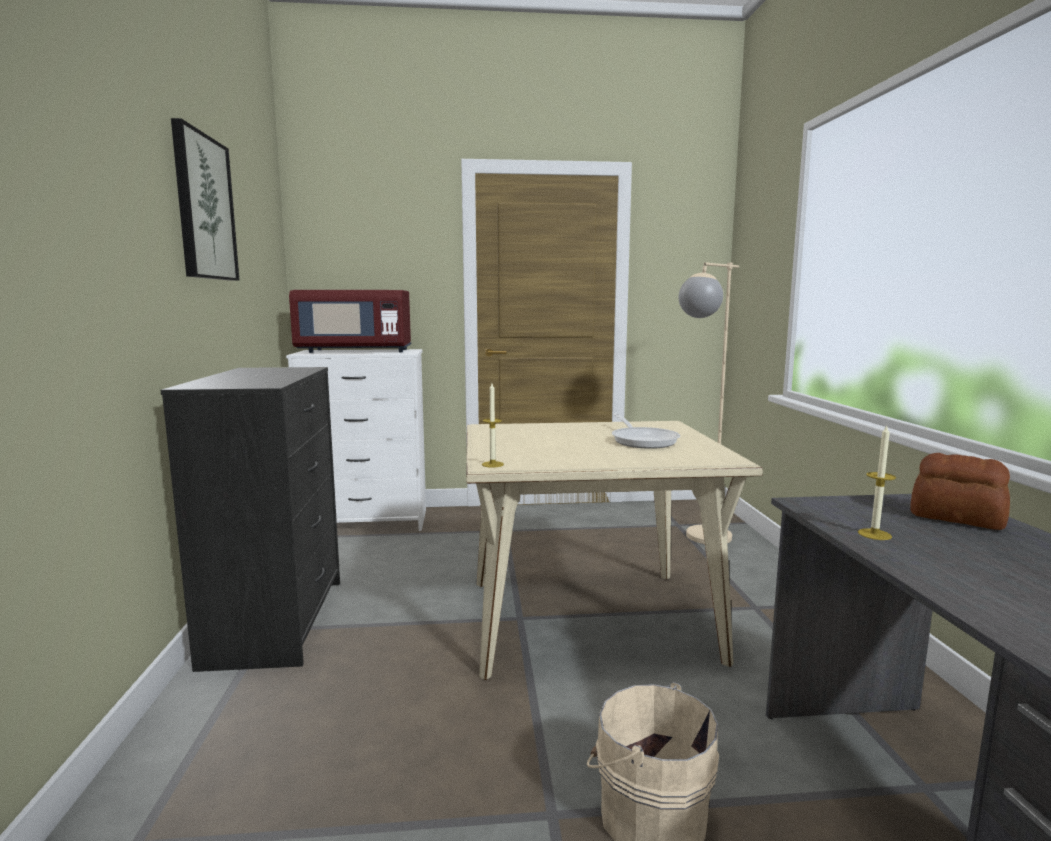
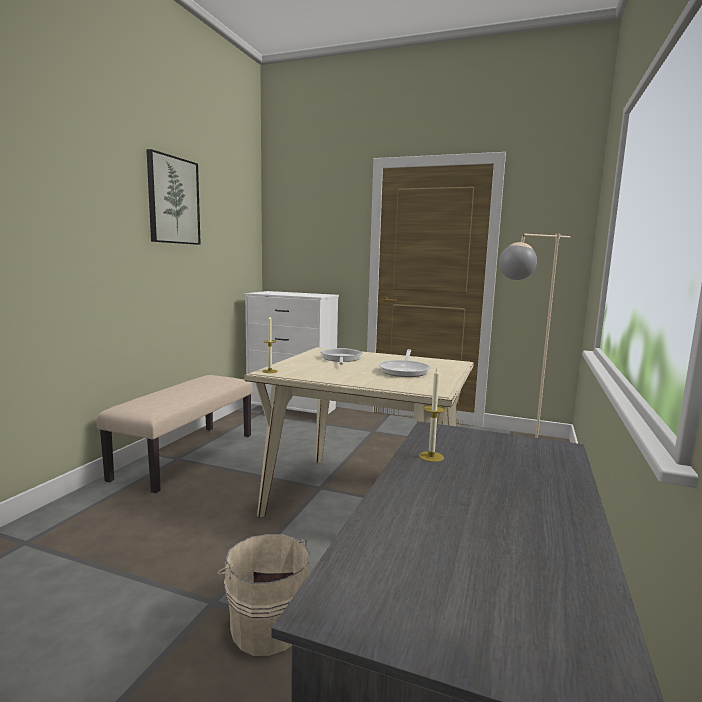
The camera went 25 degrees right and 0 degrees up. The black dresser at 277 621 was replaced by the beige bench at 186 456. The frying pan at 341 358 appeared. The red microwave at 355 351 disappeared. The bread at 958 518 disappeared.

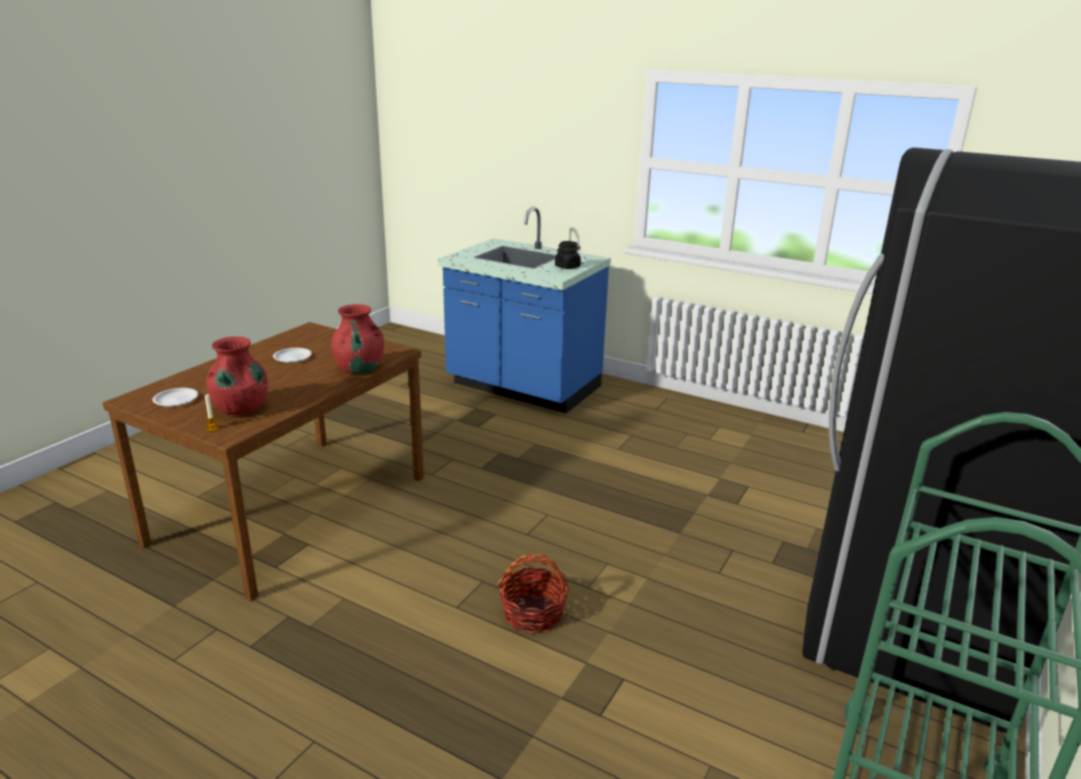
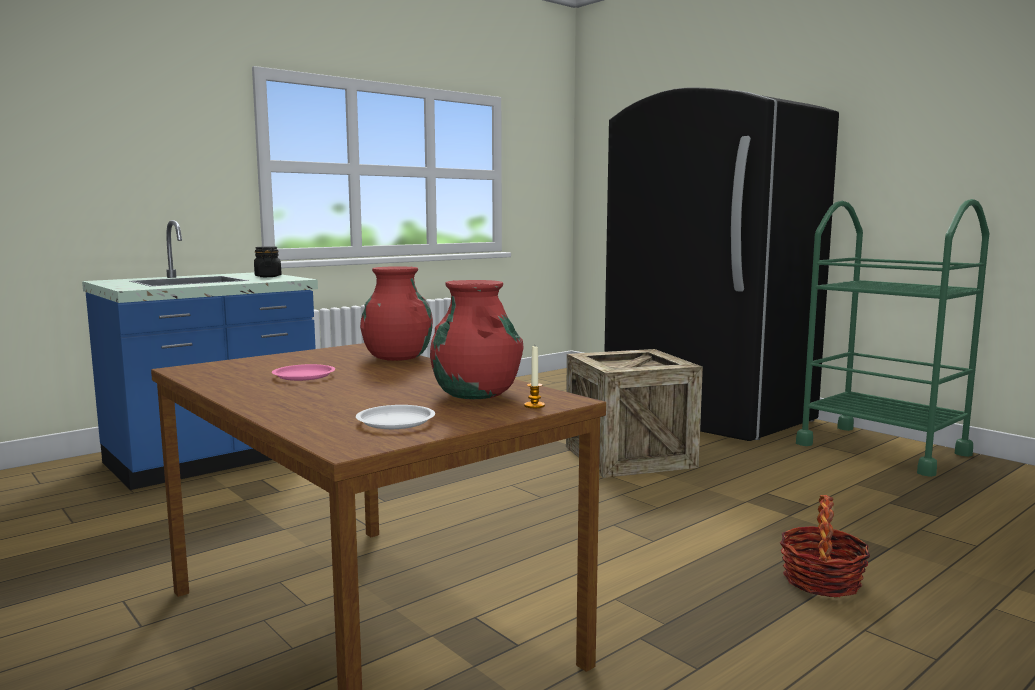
The camera went 70 degrees left and 15 degrees down. The white plate at 292 358 became the pink plate at 304 376. The crate at 629 457 appeared. The basket moved from 533 614 to 821 580.

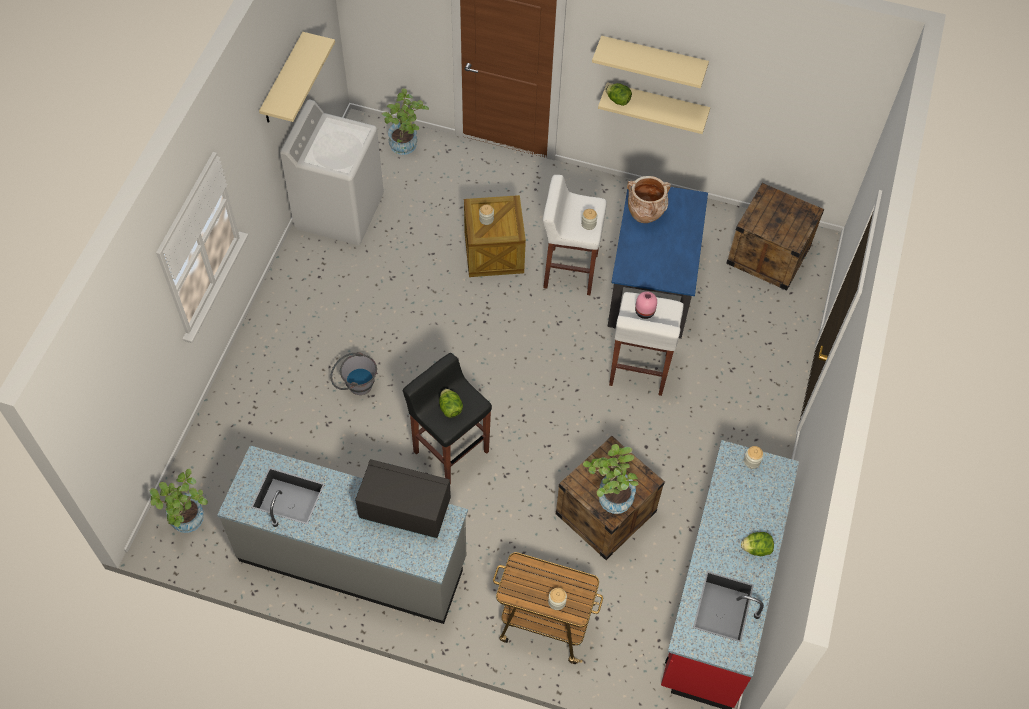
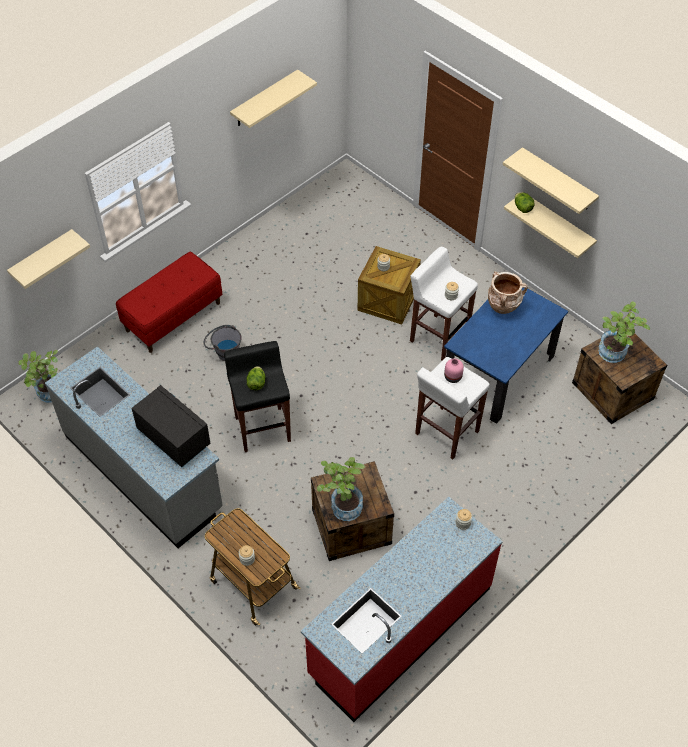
The camera went 30 degrees right and 5 degrees down. The beige shelf at 42 257 appeared. The red bench at 173 316 appeared. The potted plant moved from 406 146 to 614 355. The white washing machine at 340 211 disappeared. The lettuce at 756 548 disappeared.

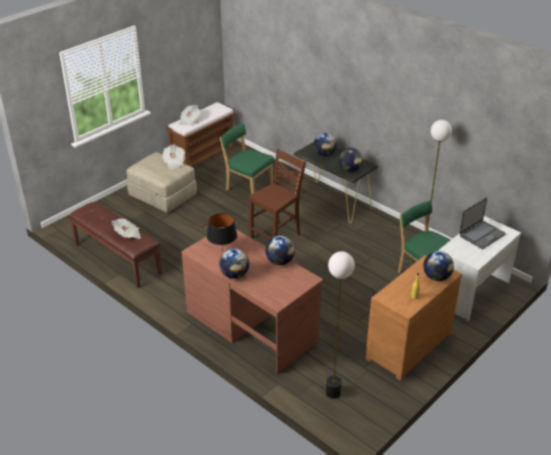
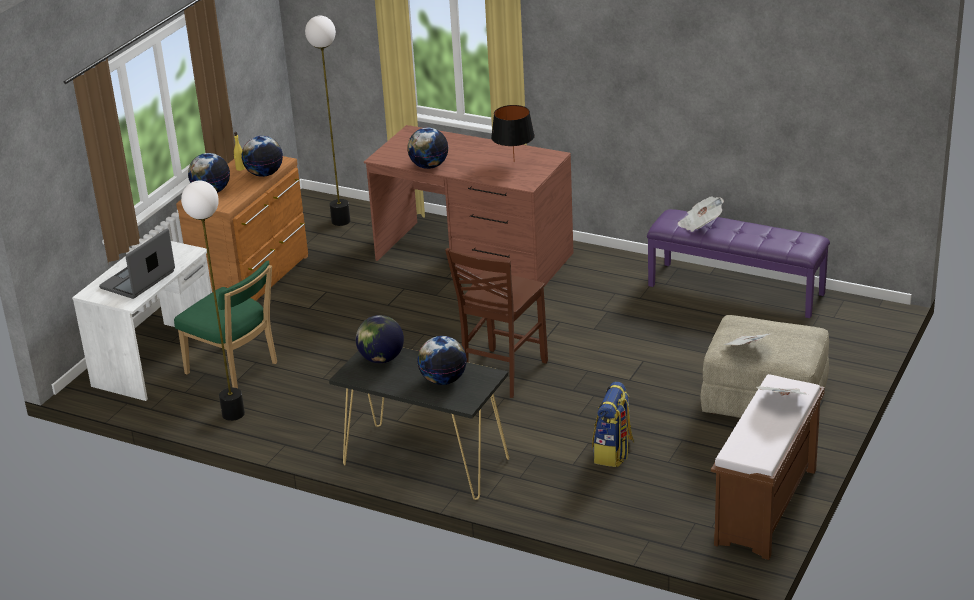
The camera went 165 degrees right and 5 degrees down. The globe moved from 234 275 to 264 174. The green chair at 247 187 was replaced by the backpack at 613 453. The brown bench at 116 258 became the purple bench at 736 289.

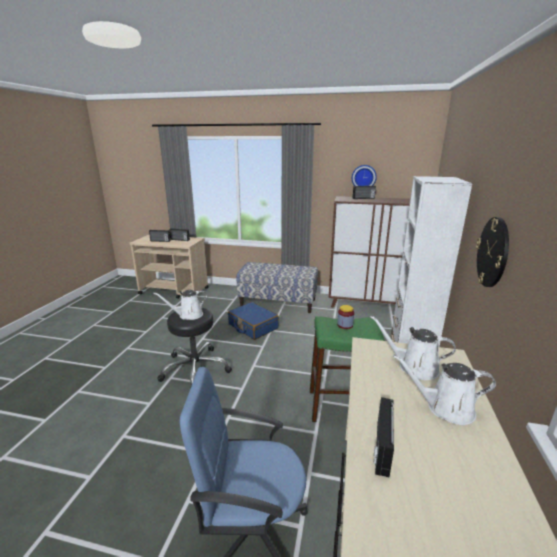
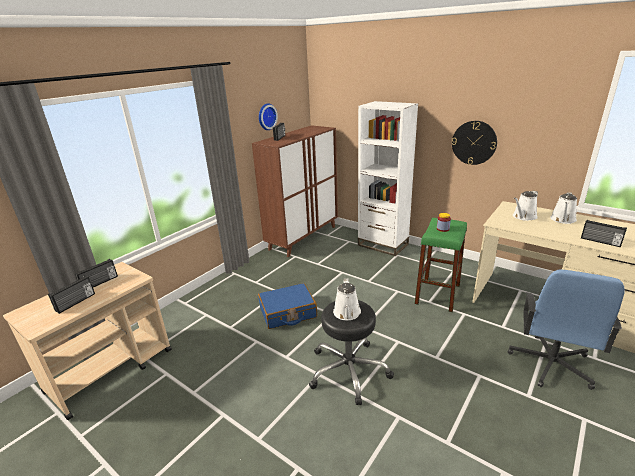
The camera went 65 degrees left and 5 degrees up. The bench at 278 302 disappeared.

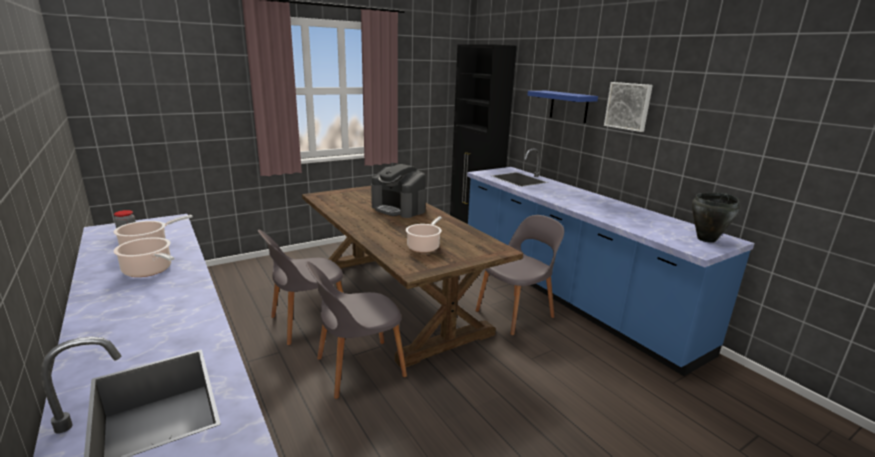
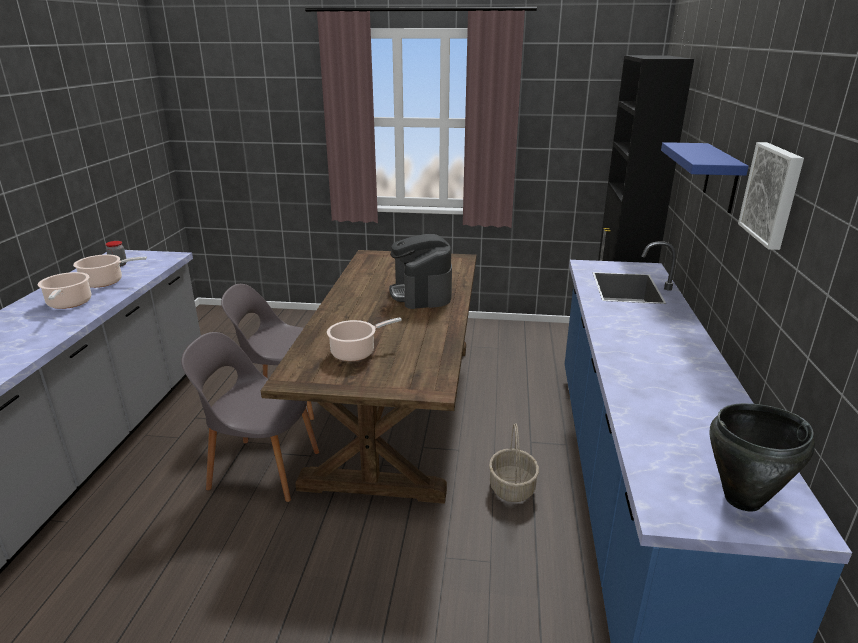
The camera went 40 degrees right and 5 degrees up. The grey chair at 516 313 was replaced by the basket at 512 488.

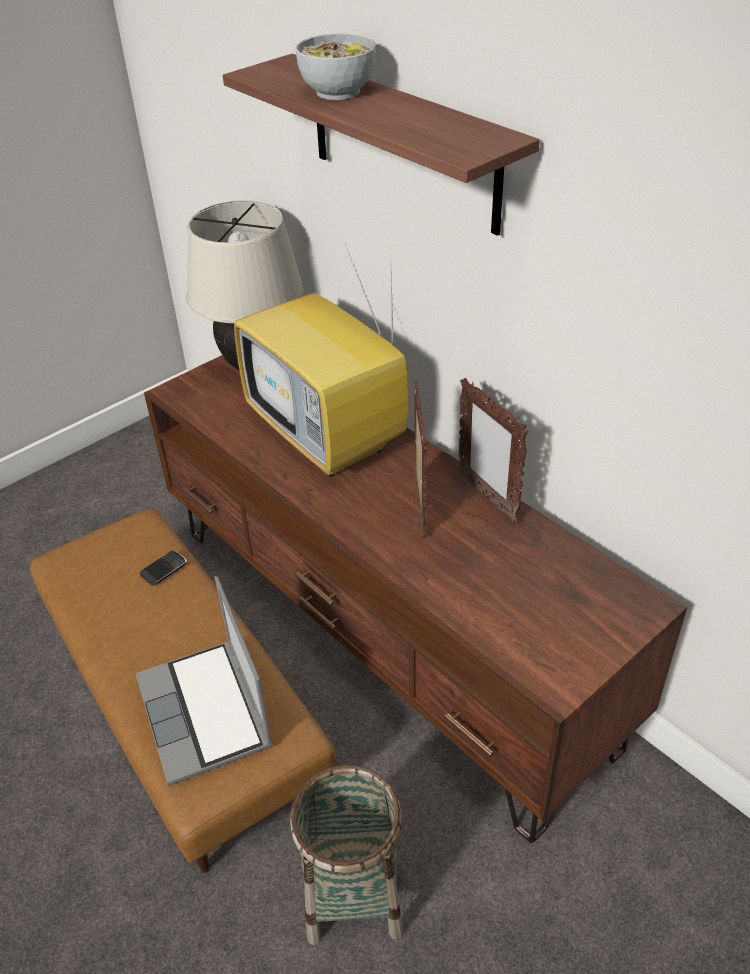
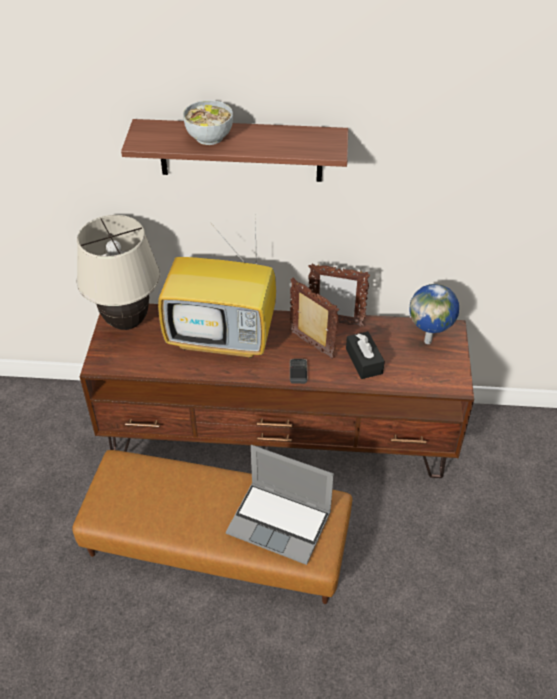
The camera went 45 degrees left and 5 degrees up. The phone moved from 164 570 to 298 372. The black tissue box at 364 361 appeared. The globe at 428 341 appeared. The basket at 354 895 disappeared.

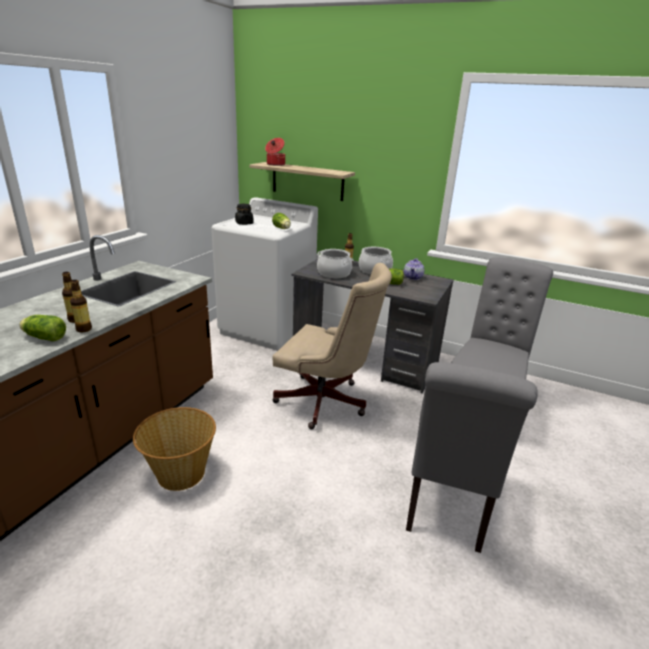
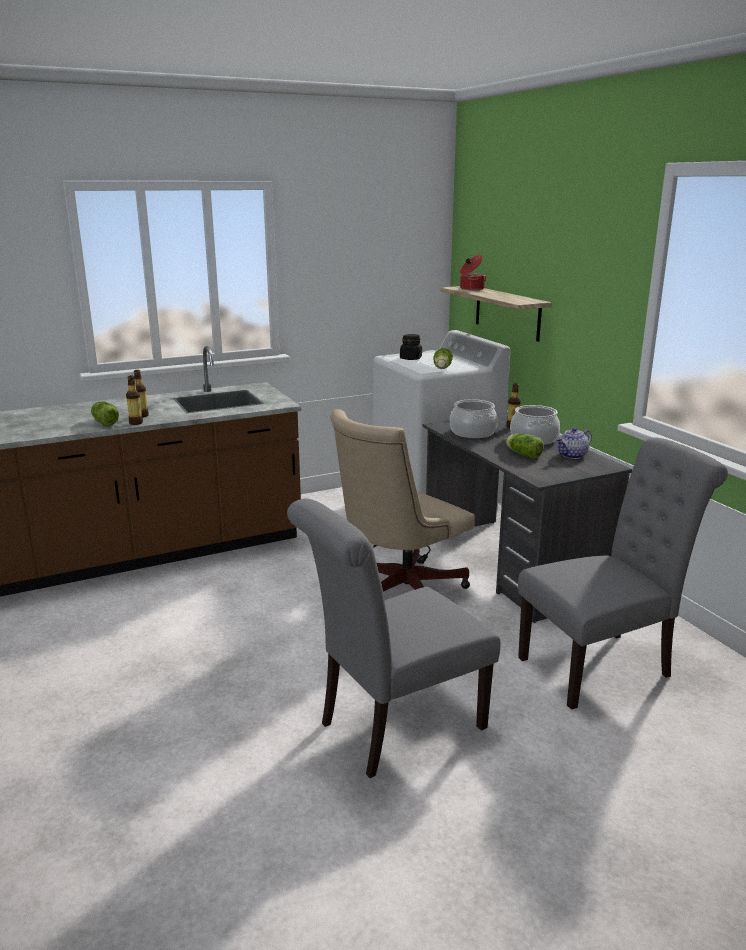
The camera went 40 degrees right and 5 degrees down. The beige office chair at 326 403 turned 75 degrees clockwise. The basket at 180 473 disappeared.

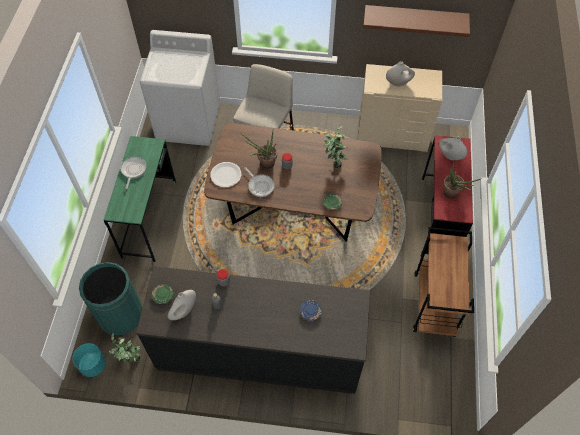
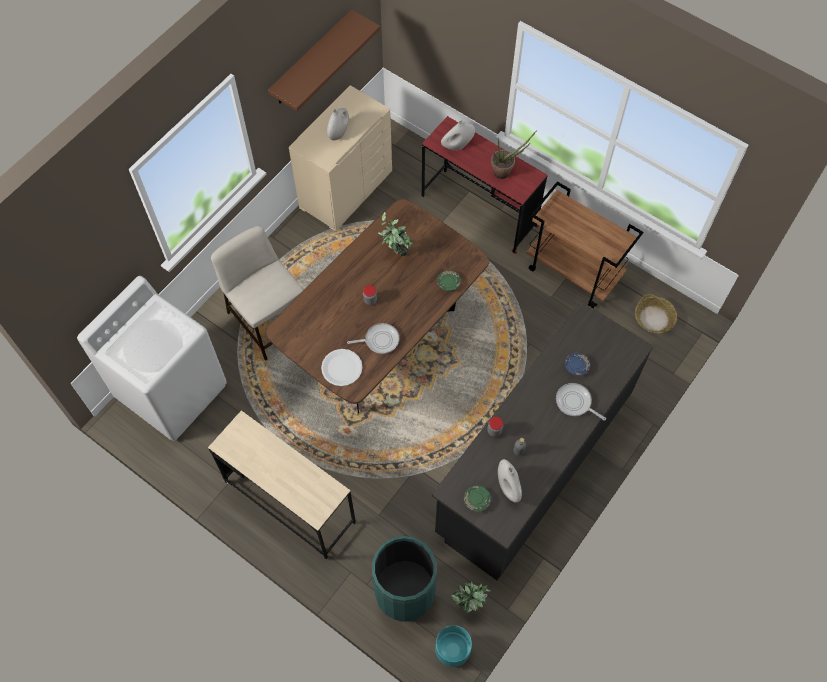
The camera went 60 degrees left and 5 degrees up. The green desk at 149 218 became the beige desk at 289 502. The frying pan moved from 133 170 to 575 402. The basket at 654 318 appeared. The potted plant at 264 163 disappeared.

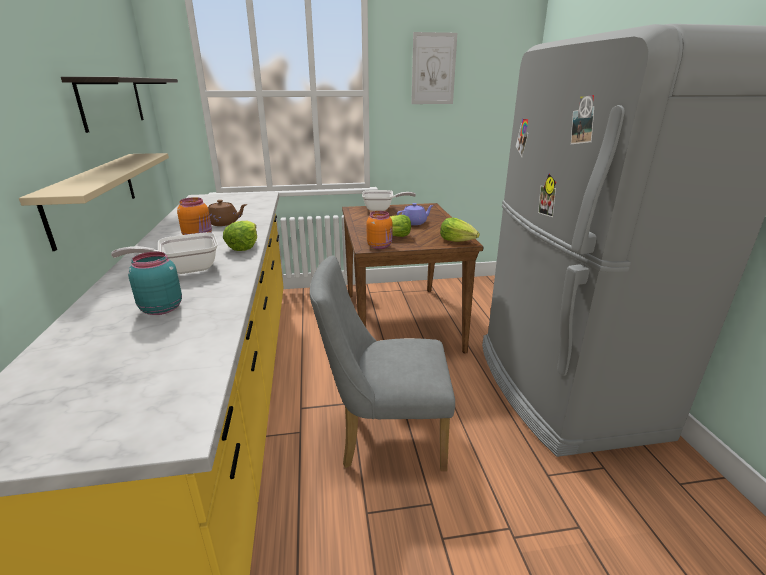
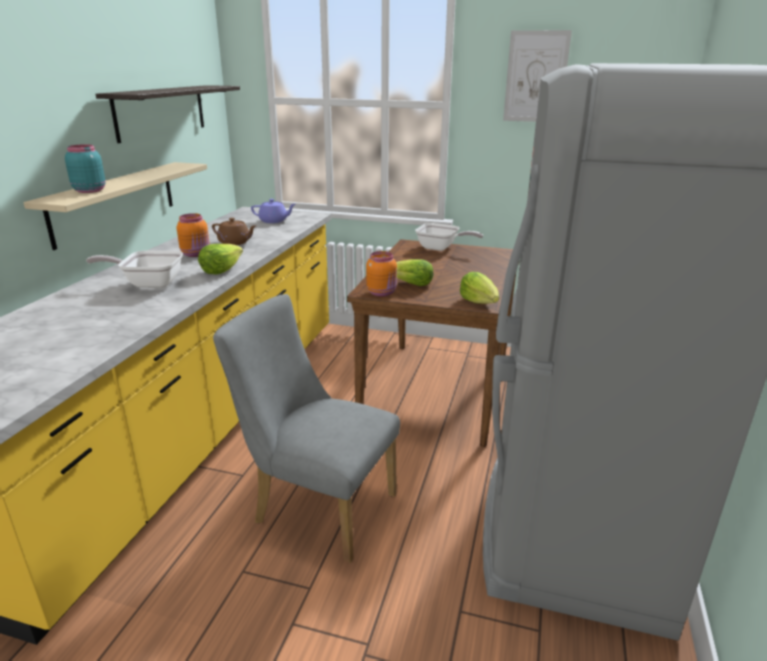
The camera went 25 degrees right and 0 degrees up. The turquoise jar moved from 161 308 to 89 190. The purple teapot moved from 414 223 to 274 221.

